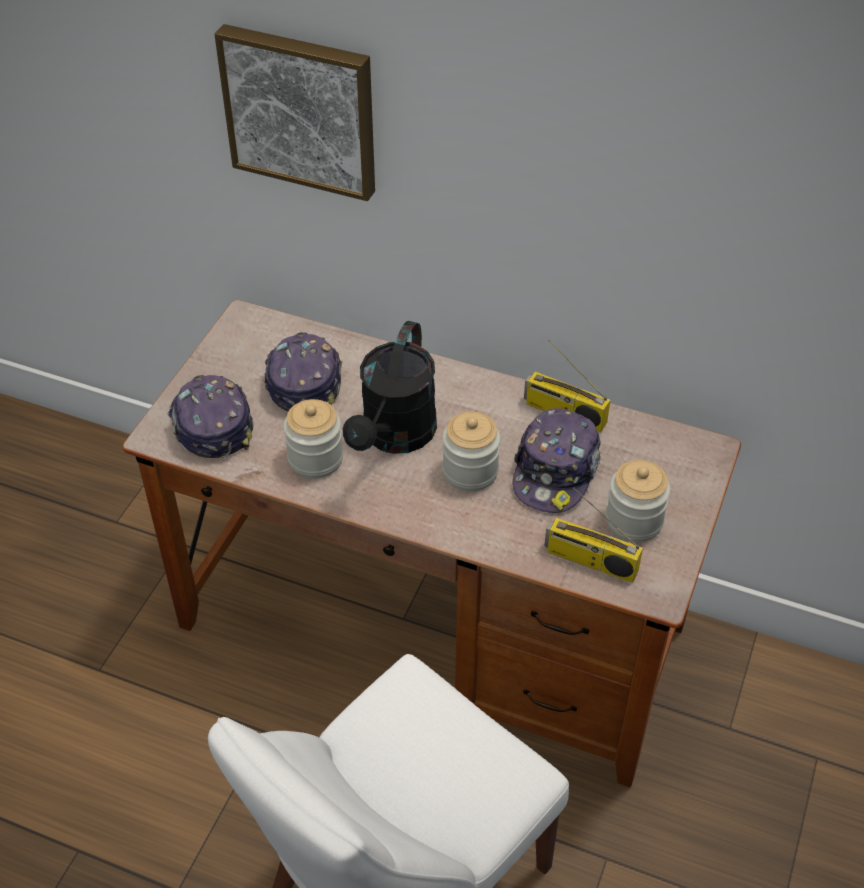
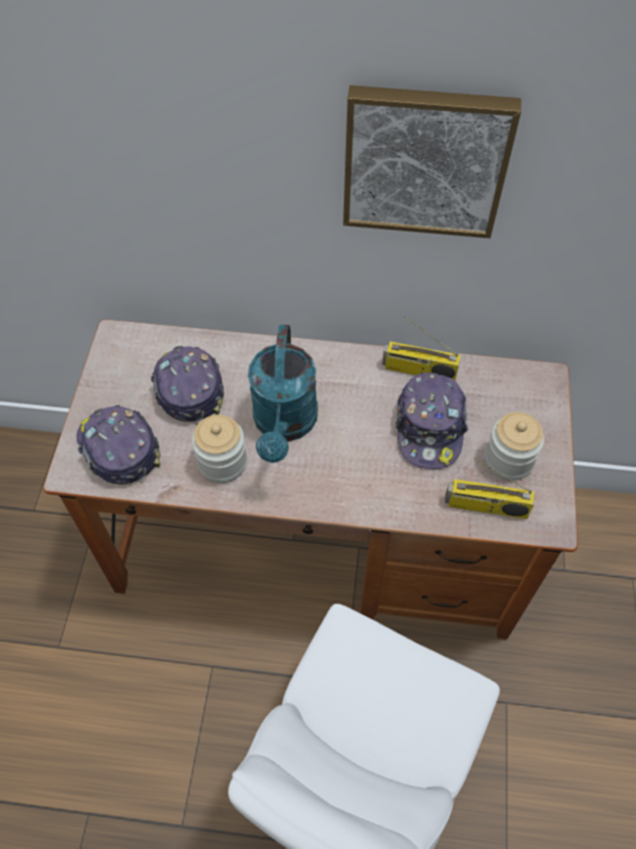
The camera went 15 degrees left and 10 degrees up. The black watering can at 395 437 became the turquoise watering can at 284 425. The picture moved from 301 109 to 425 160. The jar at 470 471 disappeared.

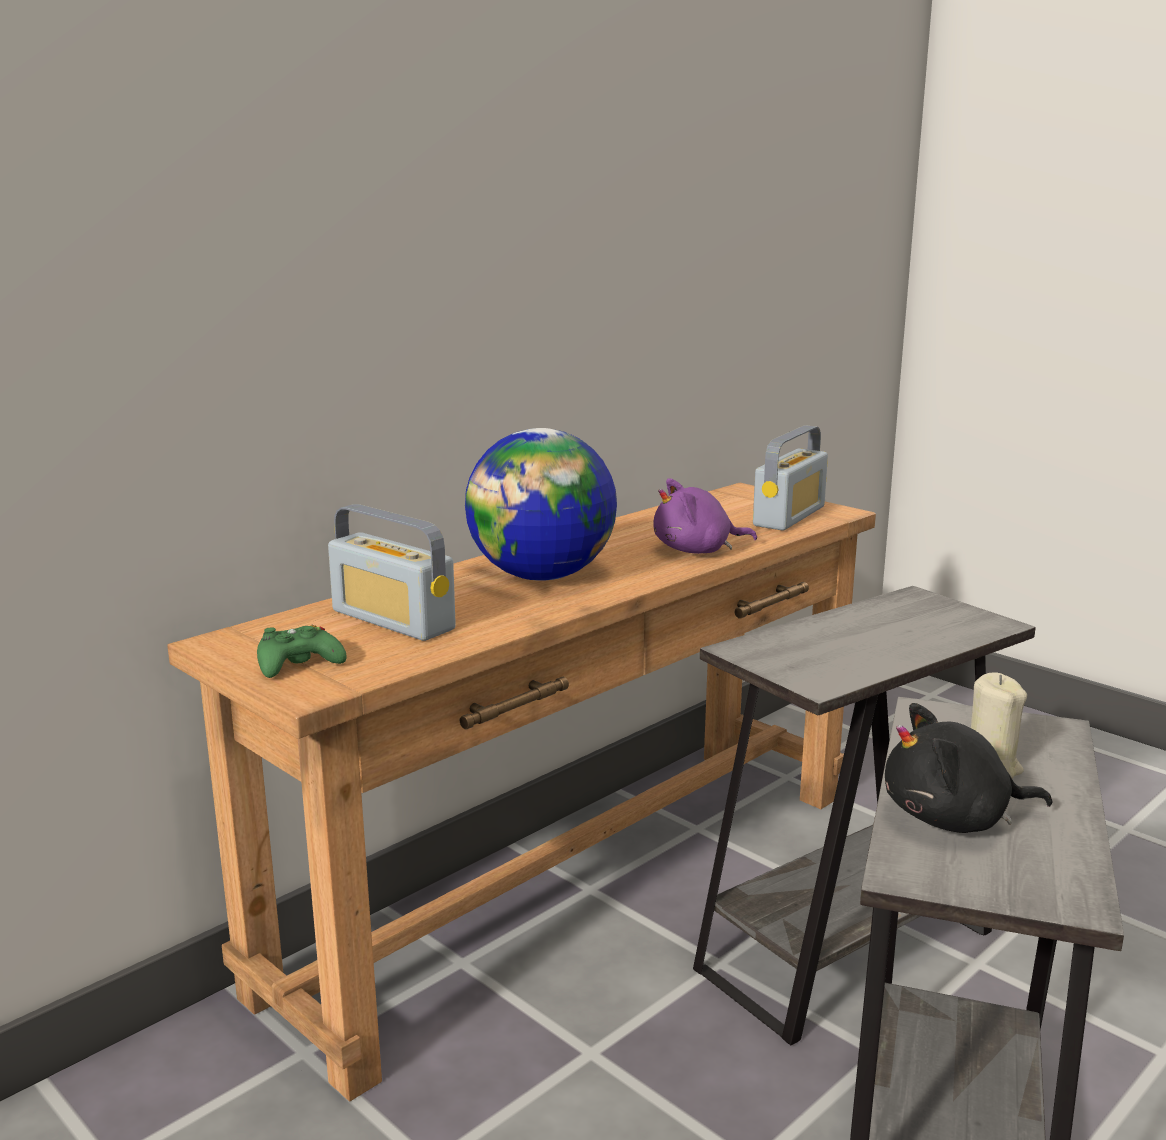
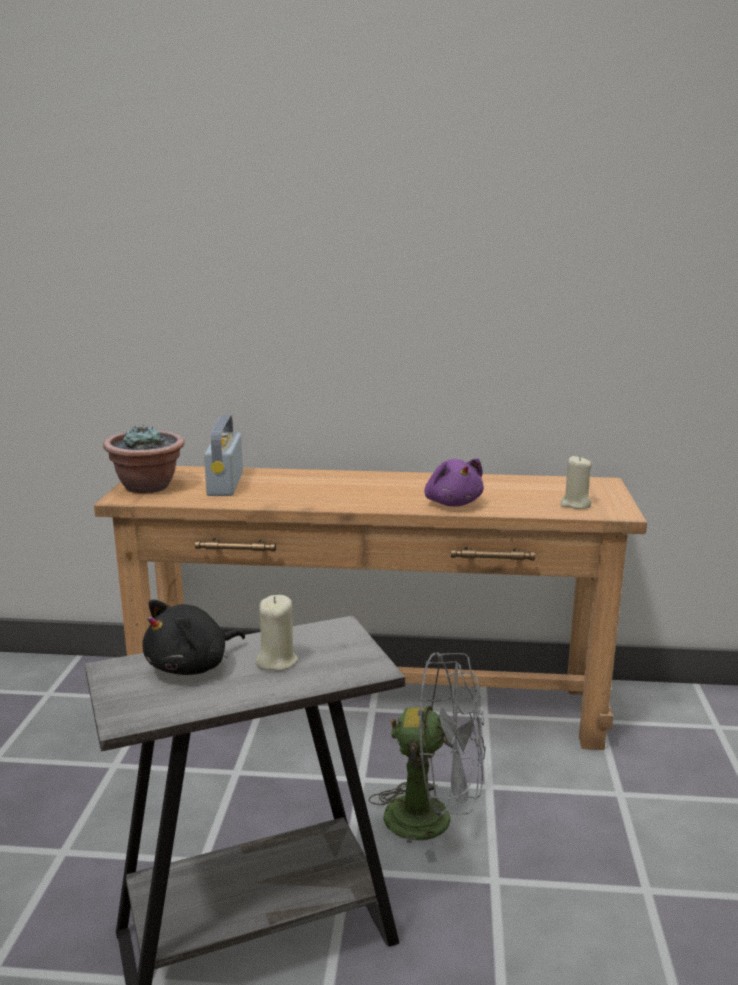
The camera went 50 degrees right and 0 degrees up. The green game controller at 298 664 was replaced by the potted plant at 148 487. The black plush toy at 953 819 turned 90 degrees counterclockwise. The grey side table at 845 950 was replaced by the grey fan at 434 819. The purple plush toy at 697 551 turned 150 degrees counterclockwise. The radio at 789 516 was replaced by the beige candle at 575 504. The globe at 542 576 disappeared.

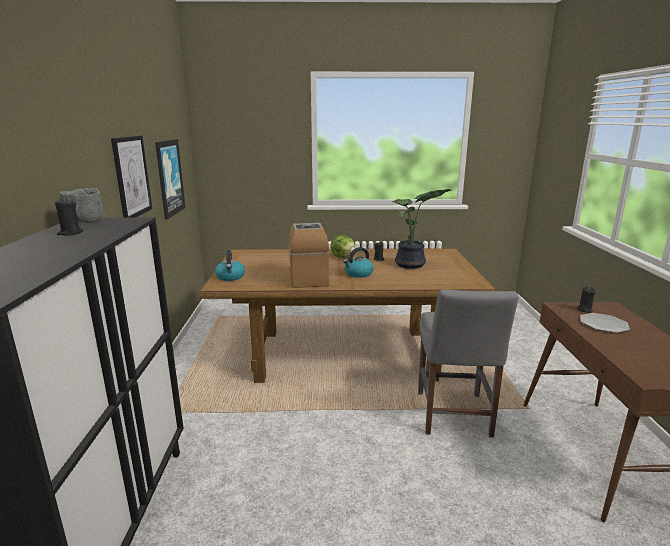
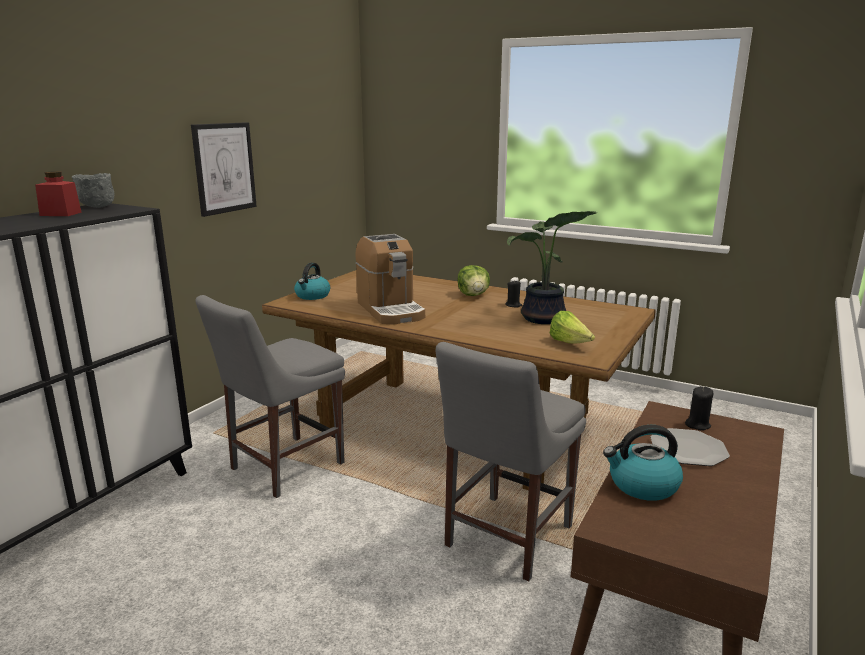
The camera went 30 degrees right and 0 degrees up. The black candle at 70 233 was replaced by the red jar at 60 214. The grey chair at 282 468 appeared. The coffee machine at 307 277 turned 135 degrees clockwise. The lettuce at 570 343 appeared. The kettle moved from 358 274 to 642 485. The picture at 169 177 disappeared.

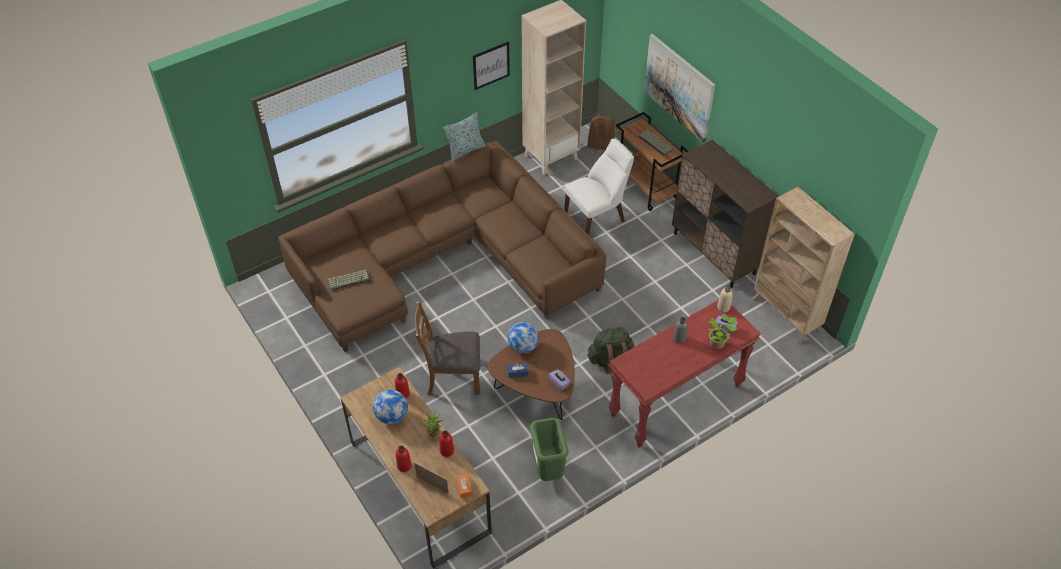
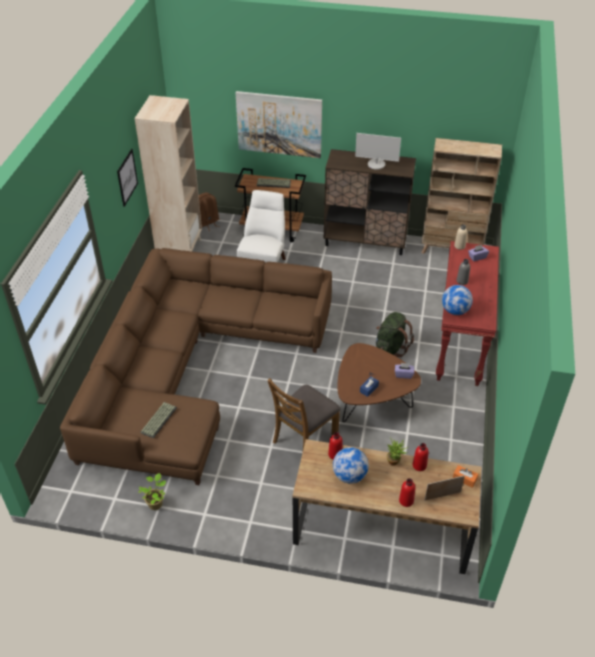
The camera went 45 degrees left and 5 degrees down. The potted plant moved from 718 343 to 156 503. The monitor at 376 164 appeared. The globe moved from 523 347 to 455 311. The pillow at 465 150 disappeared. The green trash can at 547 469 disappeared.

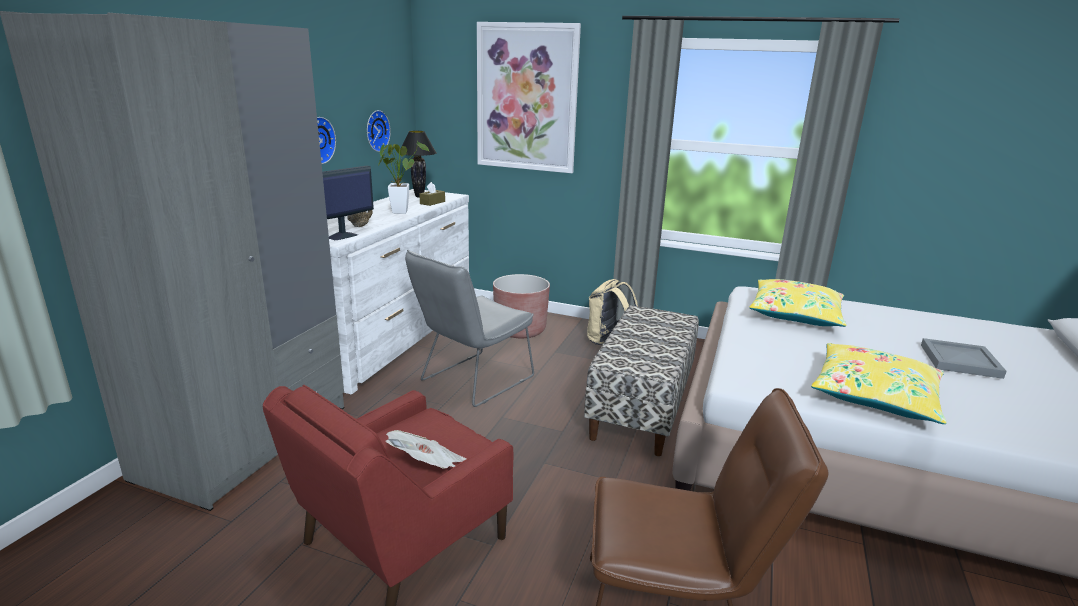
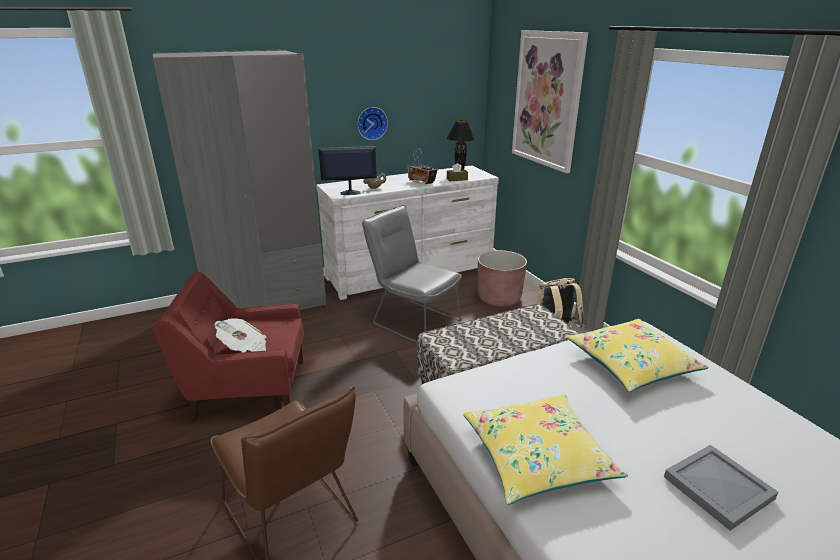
The camera went 45 degrees right and 5 degrees up. The grey chair at 472 381 turned 45 degrees clockwise. The potted plant at 401 211 was replaced by the radio at 421 182. The wall clock at 375 131 disappeared.

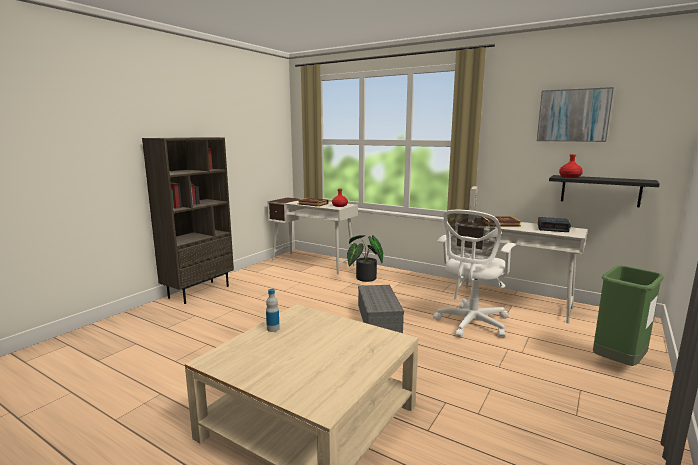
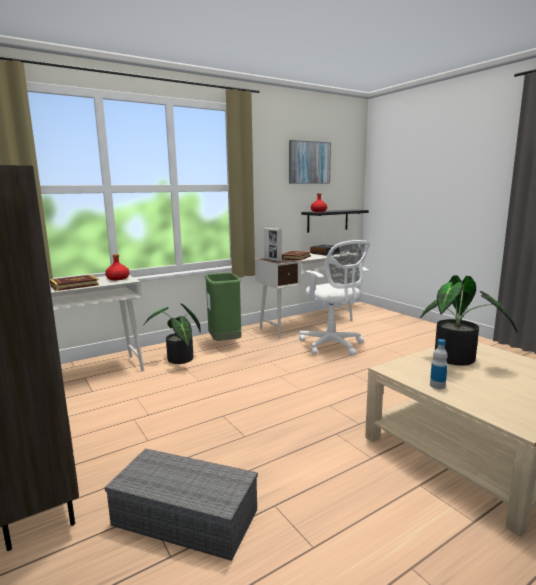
The camera went 65 degrees left and 0 degrees up. The grey storage box moved from 379 319 to 188 516. The green trash can moved from 618 363 to 225 343. The potted plant at 458 360 appeared.

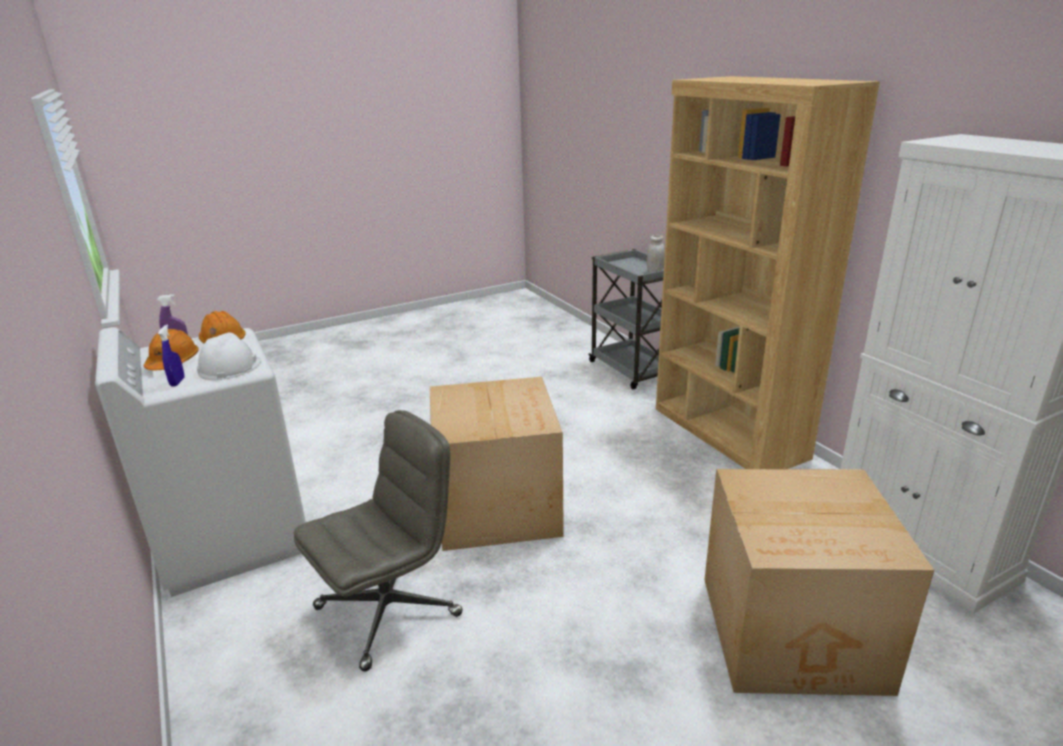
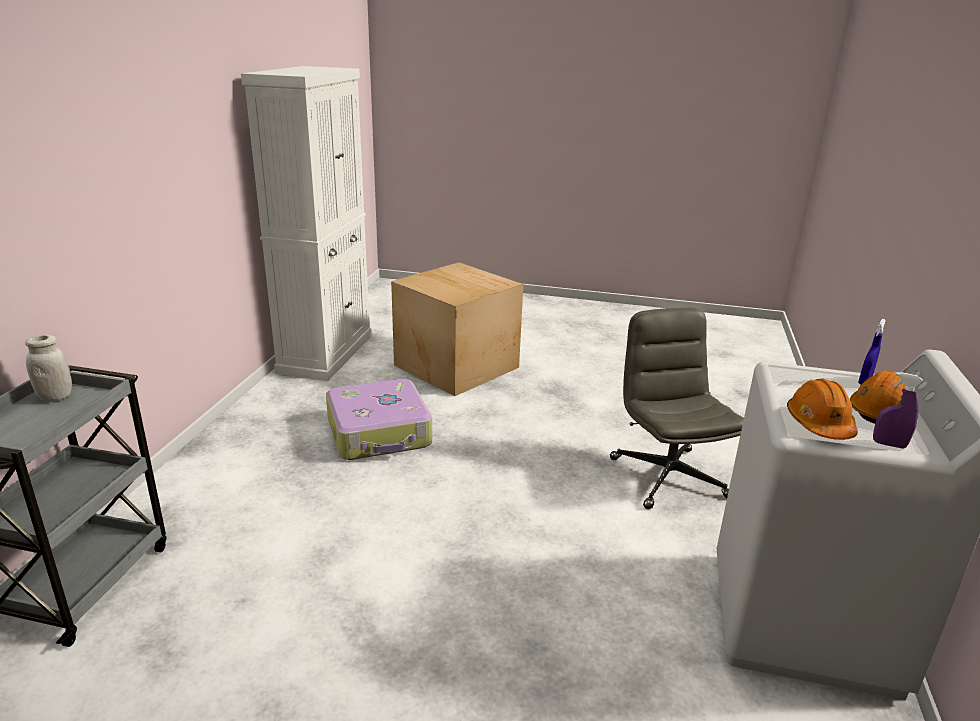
The camera went 140 degrees left and 0 degrees up. The suitcase at 380 433 appeared. The grey office chair at 389 610 turned 75 degrees clockwise. The white hard hat at 229 367 disappeared. The cardboard box at 499 505 disappeared. The brown bookcase at 728 433 disappeared.

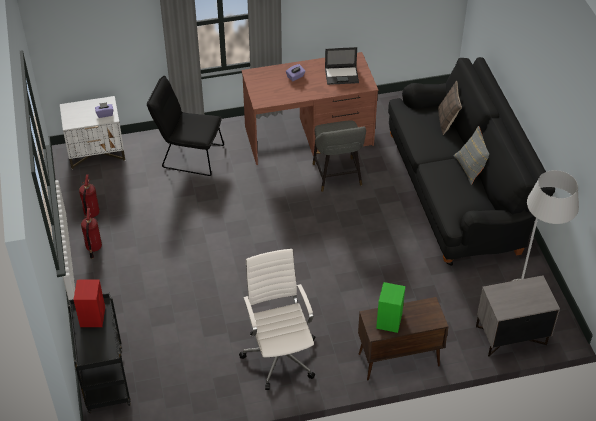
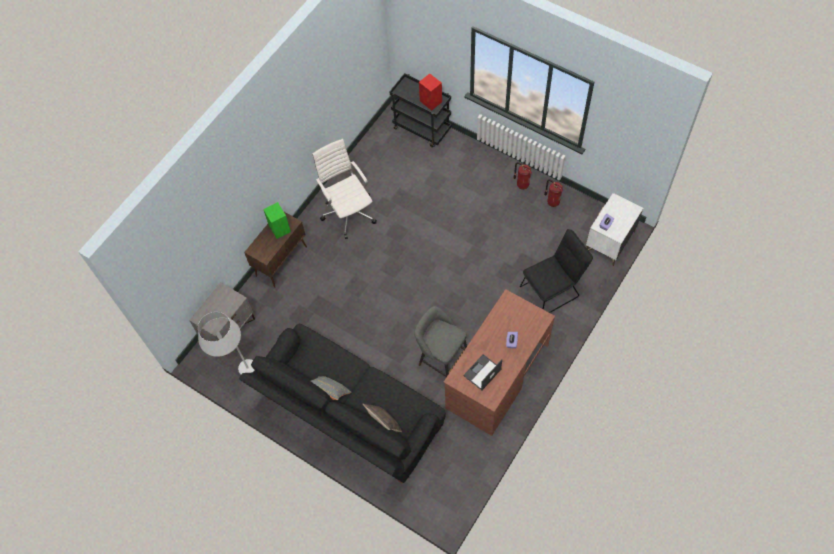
The camera went 140 degrees right and 15 degrees up. The white office chair at 280 354 turned 150 degrees counterclockwise.

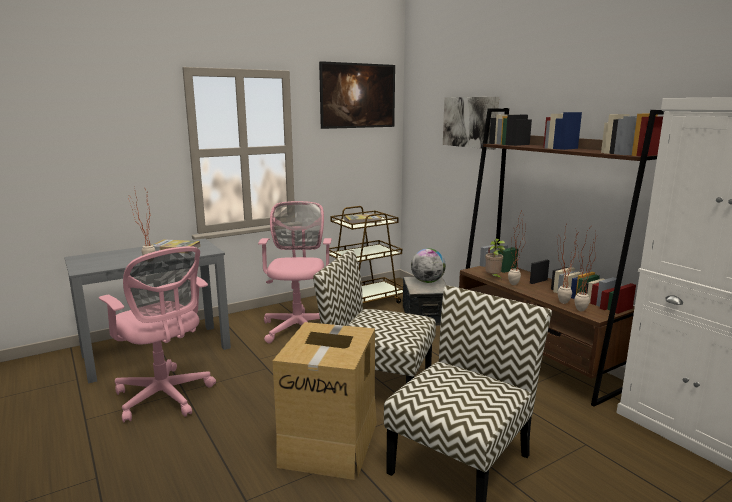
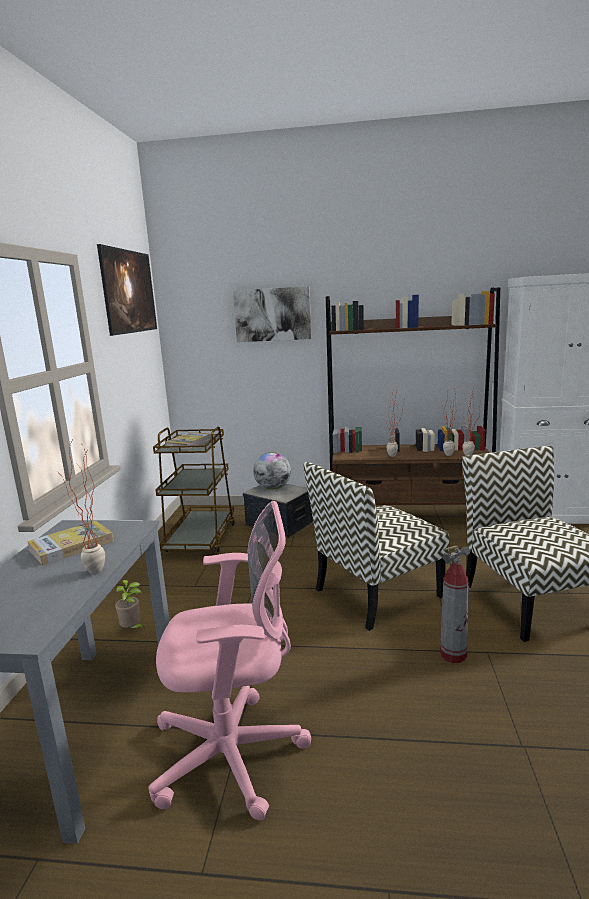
The camera went 50 degrees left and 0 degrees up. The potted plant moved from 493 278 to 132 629. The cardboard box at 330 442 was replaced by the fire extinguisher at 453 654. The pink office chair at 298 326 disappeared.

